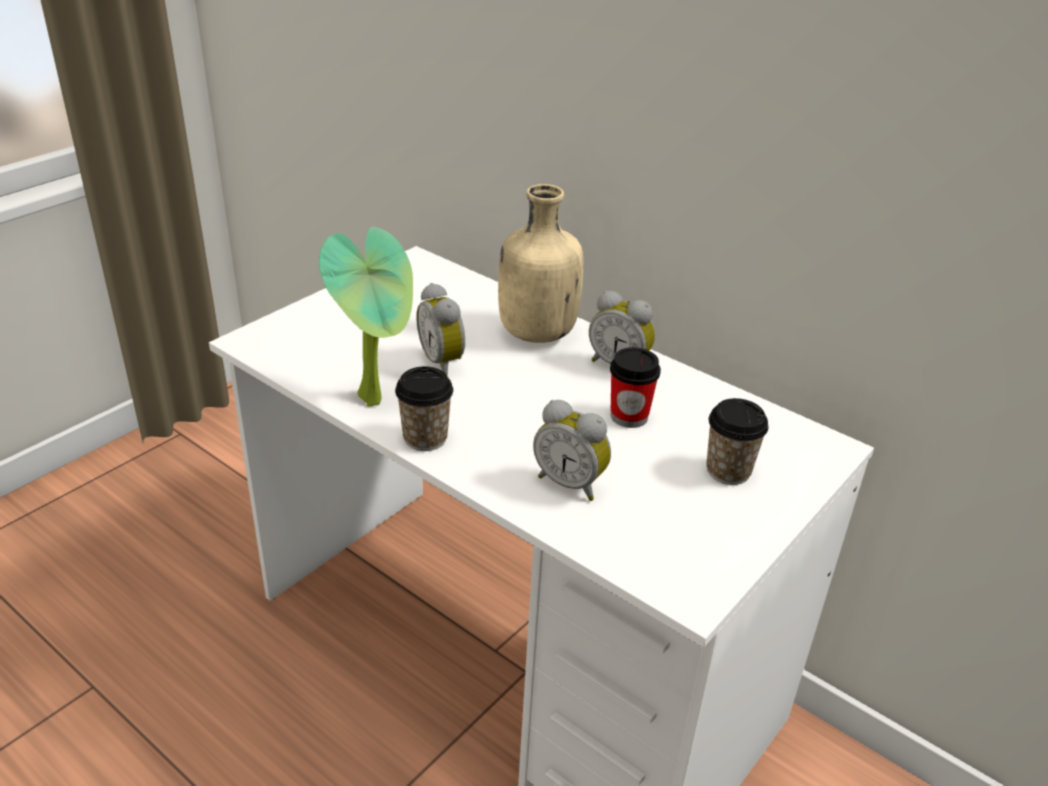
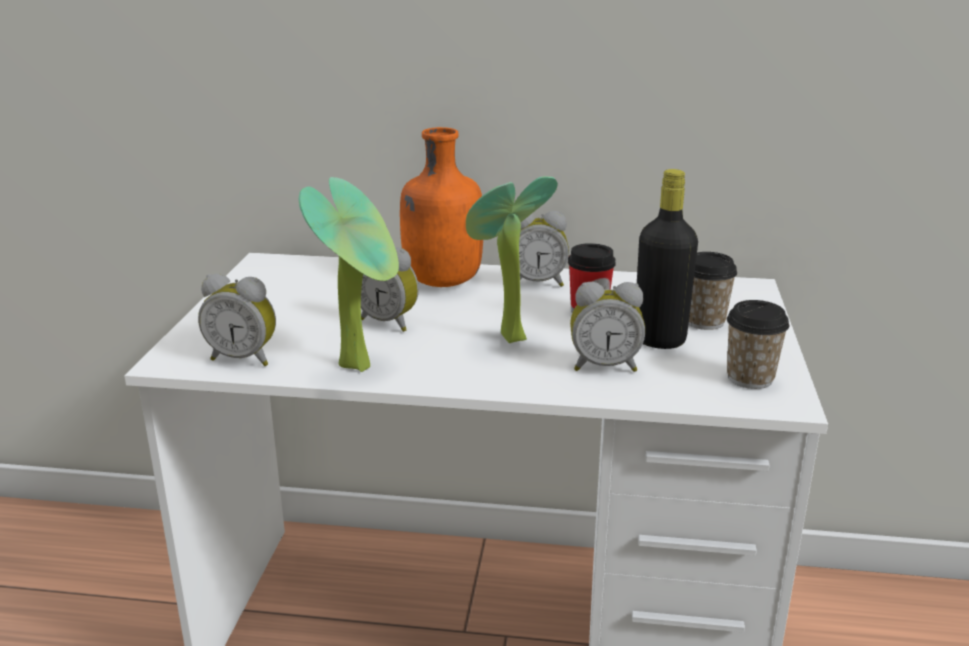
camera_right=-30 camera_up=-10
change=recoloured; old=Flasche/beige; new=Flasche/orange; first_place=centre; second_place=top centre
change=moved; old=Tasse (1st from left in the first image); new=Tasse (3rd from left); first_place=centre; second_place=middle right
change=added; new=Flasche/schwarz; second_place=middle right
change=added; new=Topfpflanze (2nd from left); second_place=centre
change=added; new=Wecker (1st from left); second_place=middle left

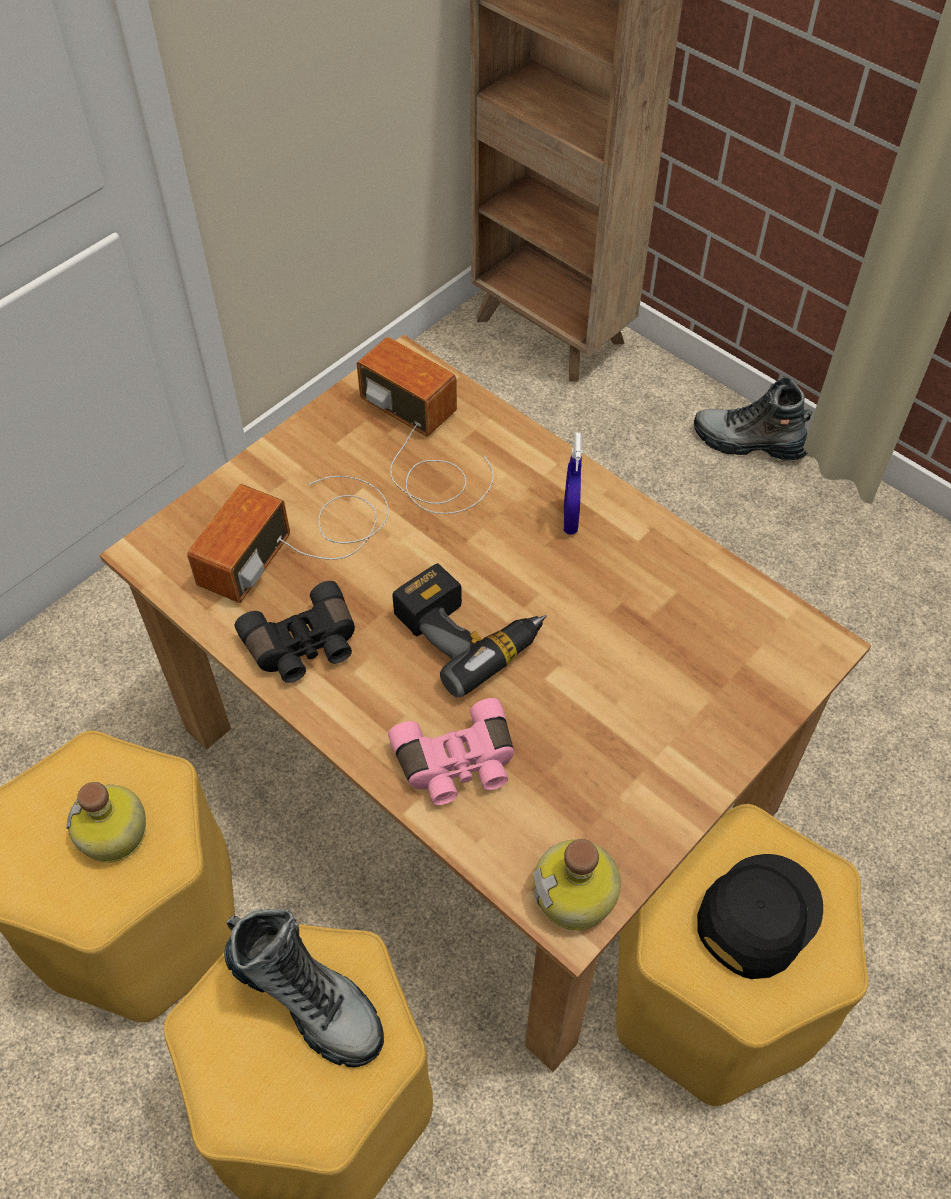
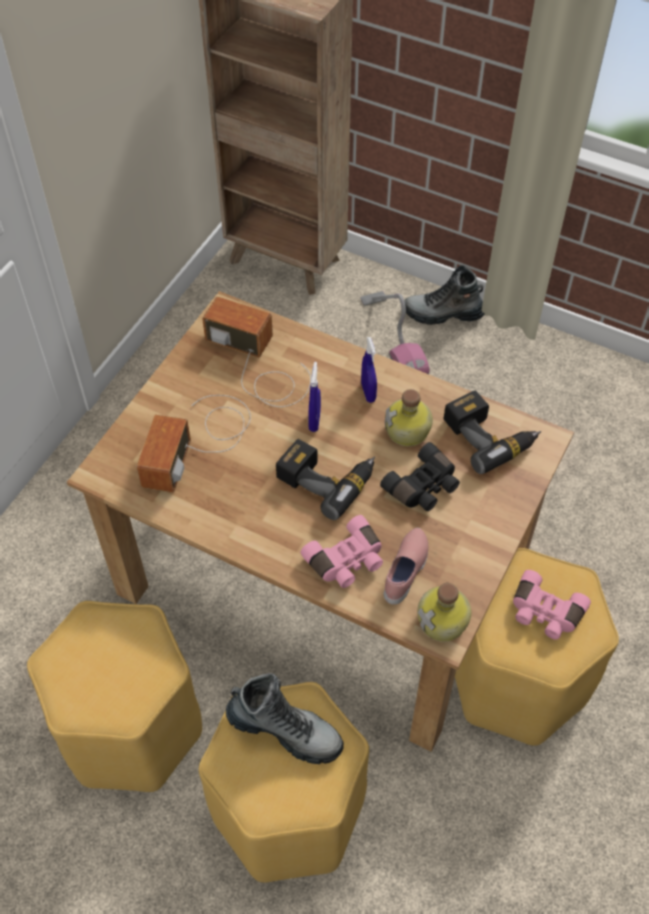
camera_right=-15 camera_up=0
change=moved; old=Fernglas/schwarz; first_place=middle left; second_place=centre
change=moved; old=Flasche (1st from left); first_place=bottom left; second_place=centre
change=replaced; old=Kappe/schwarz; new=Fernglas/rosa (2nd from left); first_place=bottom right; second_place=middle right
change=added; new=Staubsauger; second_place=centre
change=added; new=Sprühflasche/blau (1st from left); second_place=centre
change=added; new=Bohrmaschine (2nd from left); second_place=middle right
change=added; new=Schuh/rosa; second_place=centre

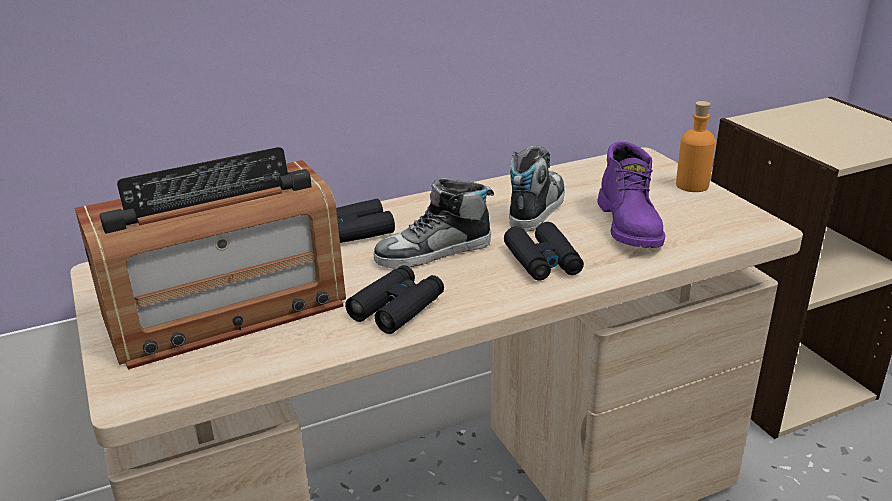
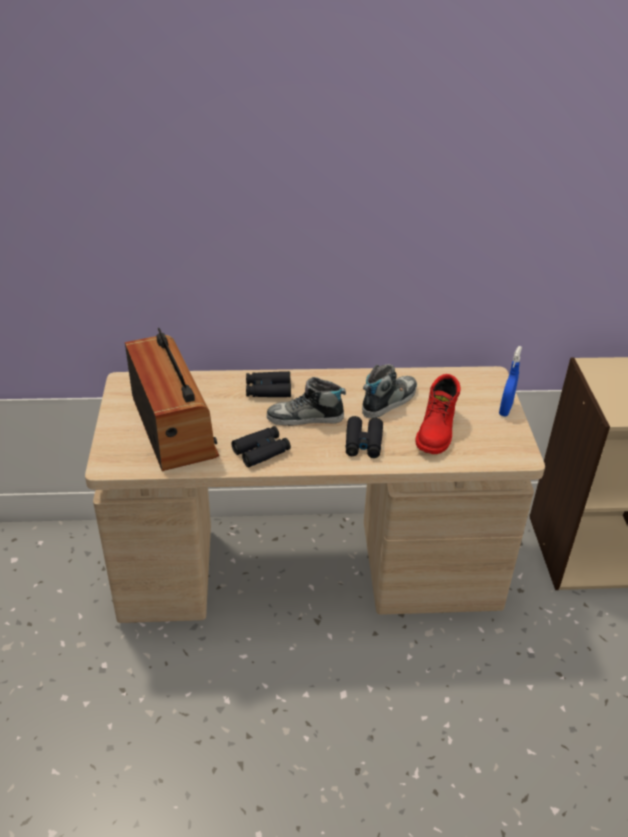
camera_right=20 camera_up=10
change=replaced; old=Flasche/orange; new=Sprühflasche/blau; first_place=top right; second_place=middle right
change=recoloured; old=Stiefel/lila; new=Stiefel/rot; first_place=middle right; second_place=middle right
change=turned; old=Radio; first_place=middle left; second_place=middle left; degrees=-105

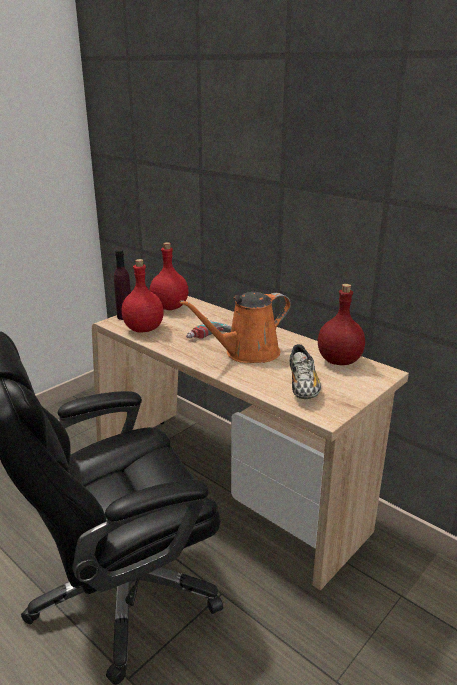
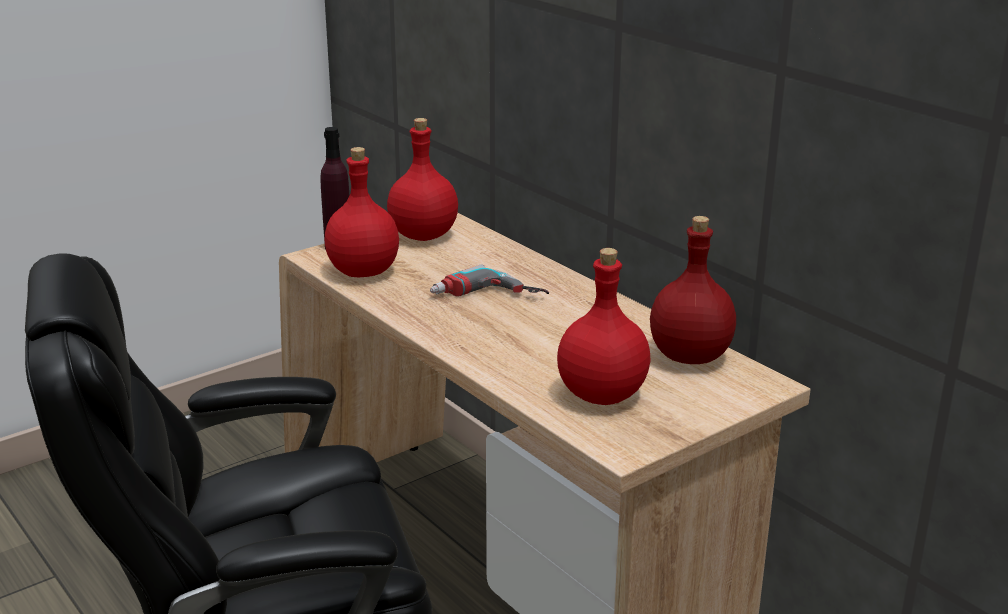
camera_right=10 camera_up=0
change=removed; old=Gießkanne/orange; first_place=centre
change=replaced; old=Schuh; new=Flasche/rot (3rd from left); first_place=middle right; second_place=centre

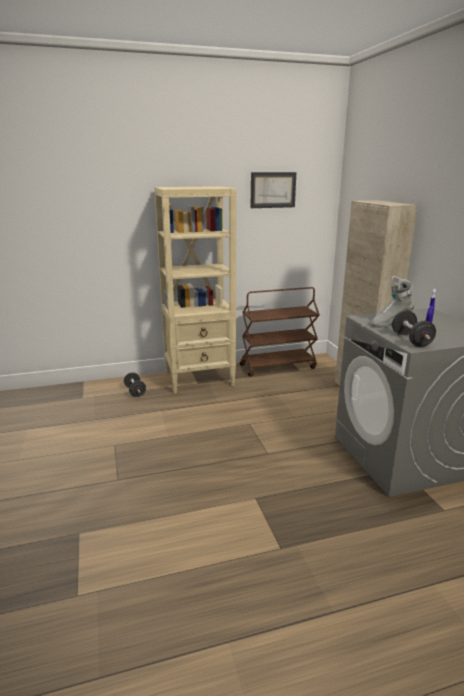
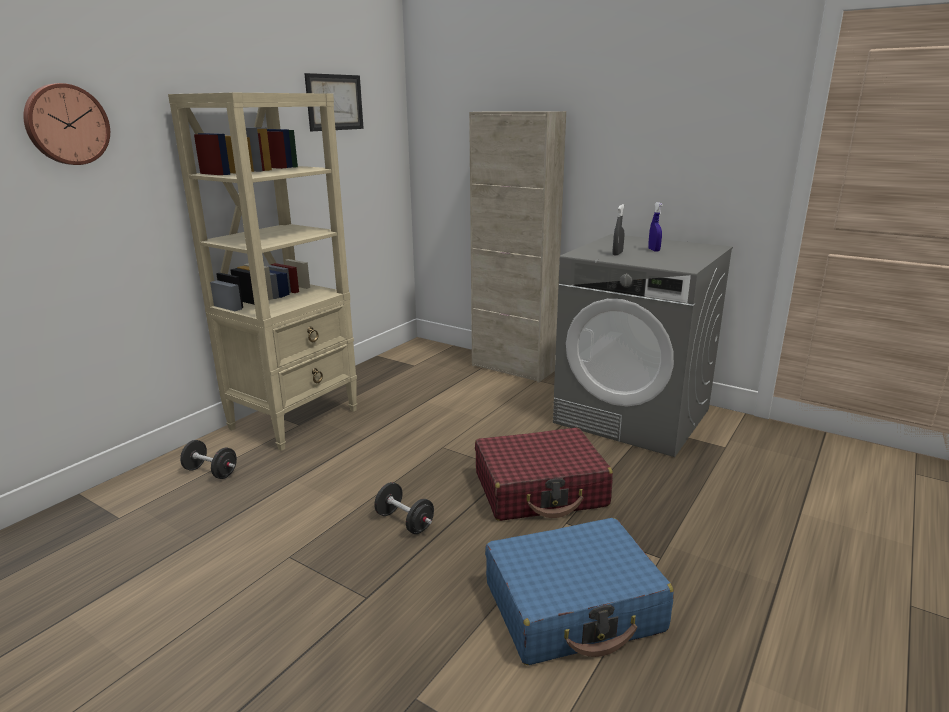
camera_right=-40 camera_up=0
change=replaced; old=Stiefel/grau; new=Sprühflasche/grau; first_place=middle right; second_place=top centre
change=removed; old=Rollwagen/braun; first_place=centre
change=moved; old=Hantel/schwarz (2nd from left); first_place=middle right; second_place=bottom centre
change=added; new=Wanduhr; second_place=top left
change=added; new=Koffer/rot; second_place=centre
change=added; new=Koffer/blau; second_place=bottom centre

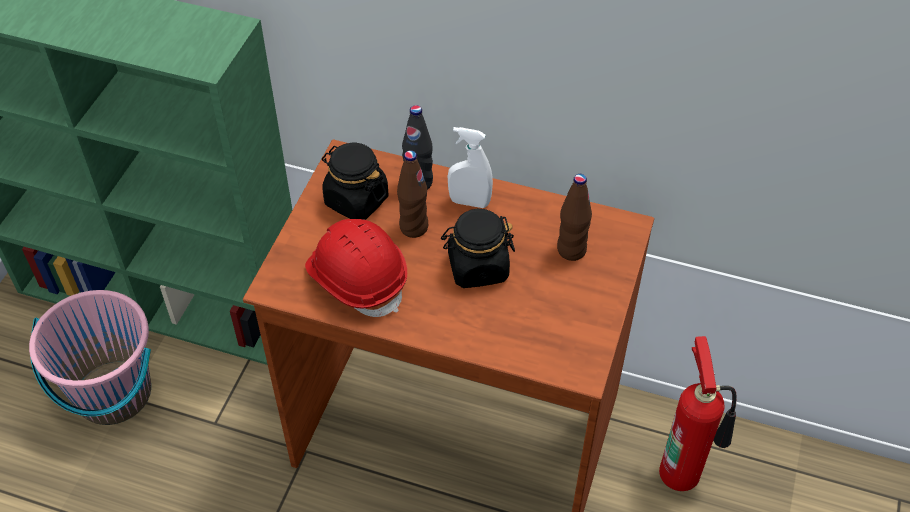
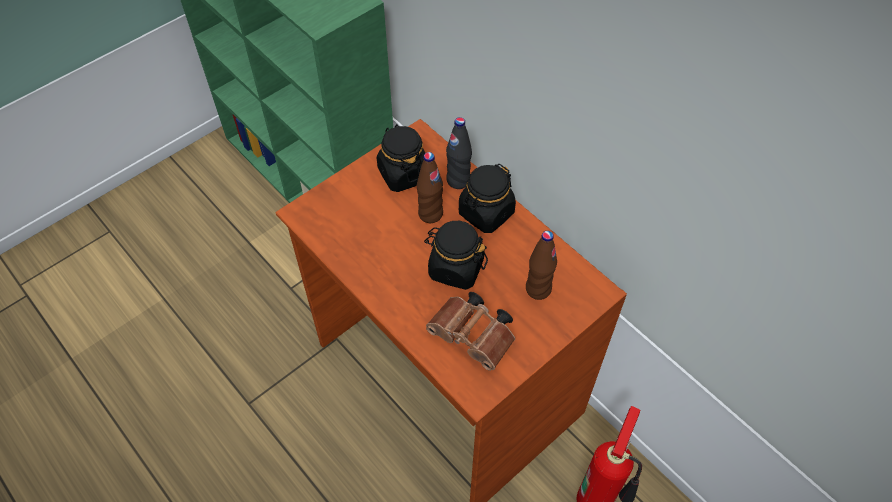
camera_right=30 camera_up=5
change=replaced; old=Sprühflasche/weiß; new=Vorratsglas/schwarz (3rd from left); first_place=top centre; second_place=centre
change=removed; old=Schutzhelm/rot; first_place=centre
change=removed; old=Eimer/rosa; first_place=bottom left
change=added; new=Fernglas/braun; second_place=centre

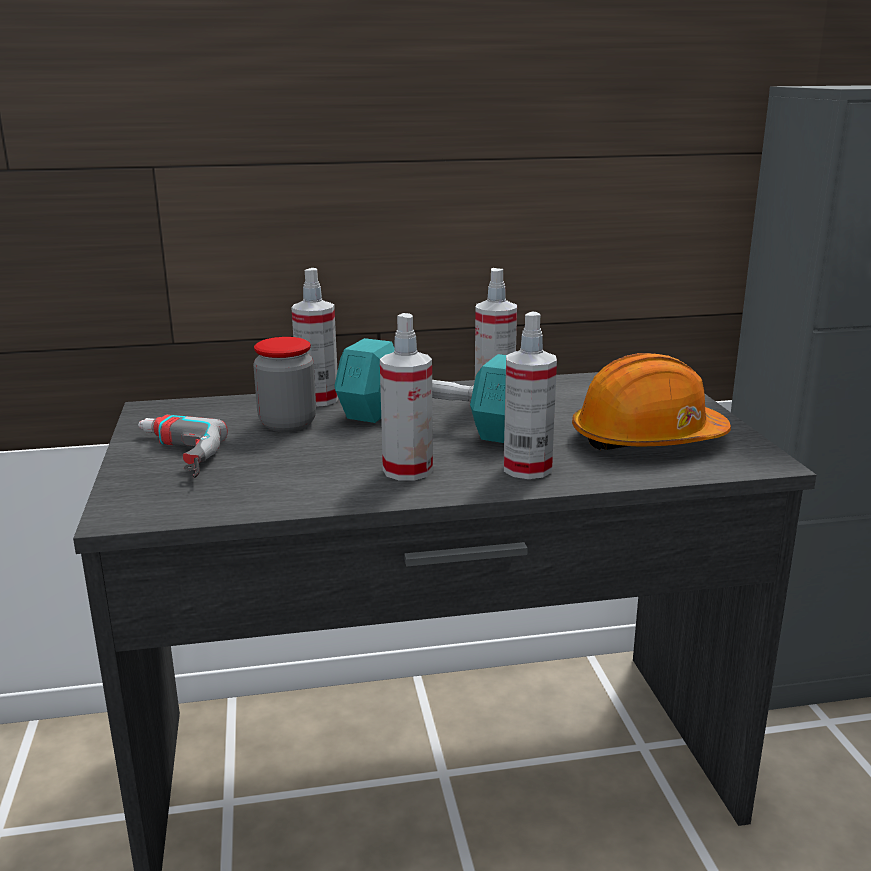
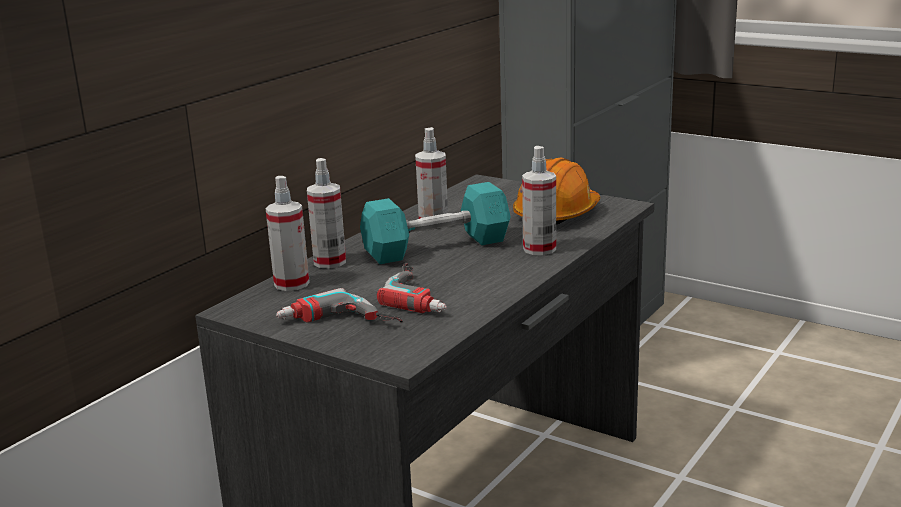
camera_right=-45 camera_up=0
change=moved; old=Sprühflasche (2nd from left in the first image); new=Sprühflasche (1st from left); first_place=centre; second_place=middle left
change=removed; old=Vorratsglas; first_place=middle left
change=added; new=Bohrmaschine (2nd from left); second_place=centre

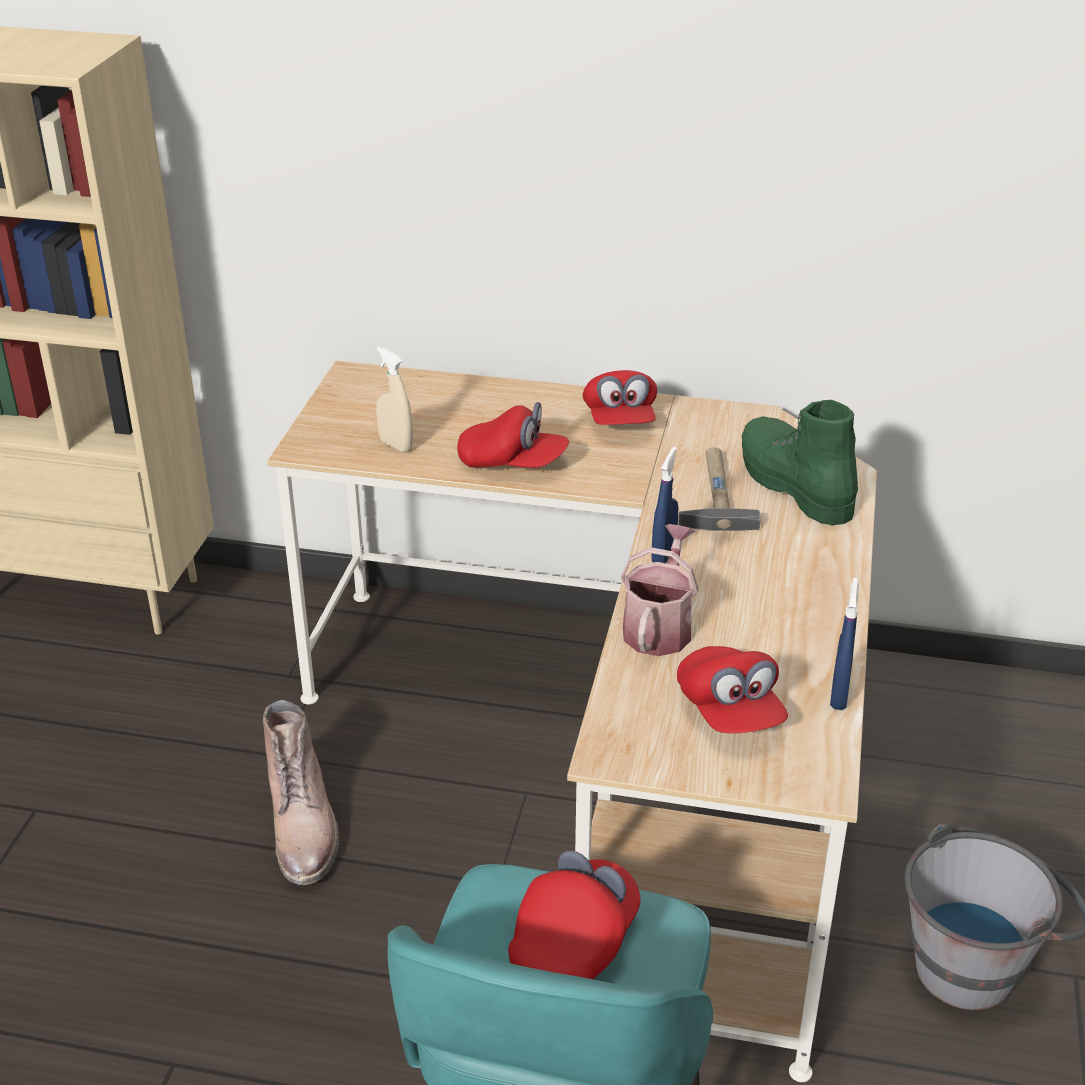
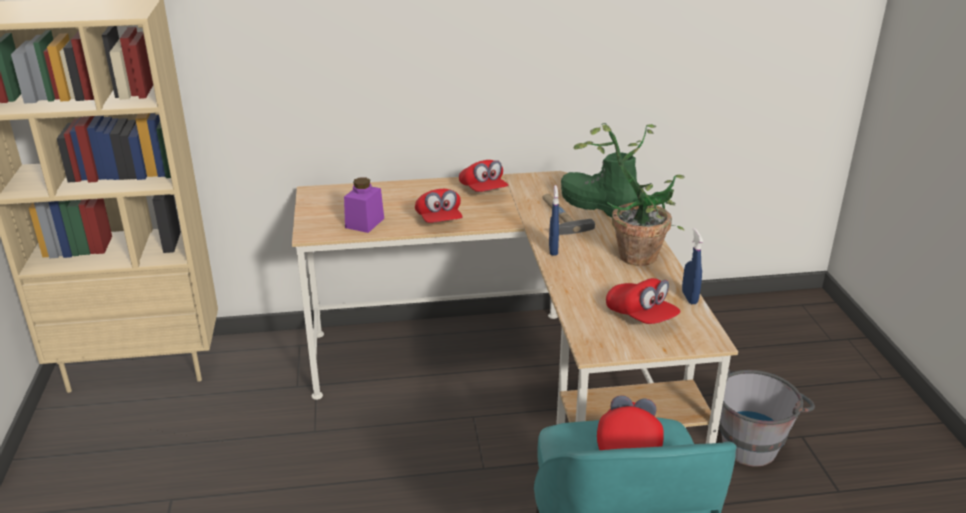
camera_right=-20 camera_up=-5
change=replaced; old=Sprühflasche/beige; new=Vorratsglas/lila; first_place=centre; second_place=centre
change=turned; old=Kappe/rot (1st from left); first_place=centre; second_place=centre; degrees=75
change=removed; old=Gießkanne; first_place=centre
change=removed; old=Stiefel/braun; first_place=bottom left
change=added; new=Topfpflanze; second_place=centre

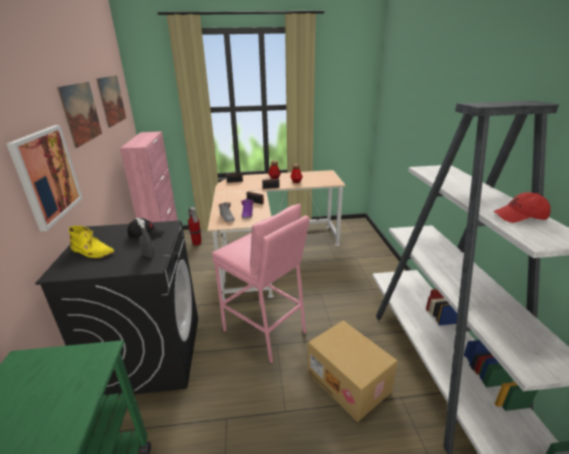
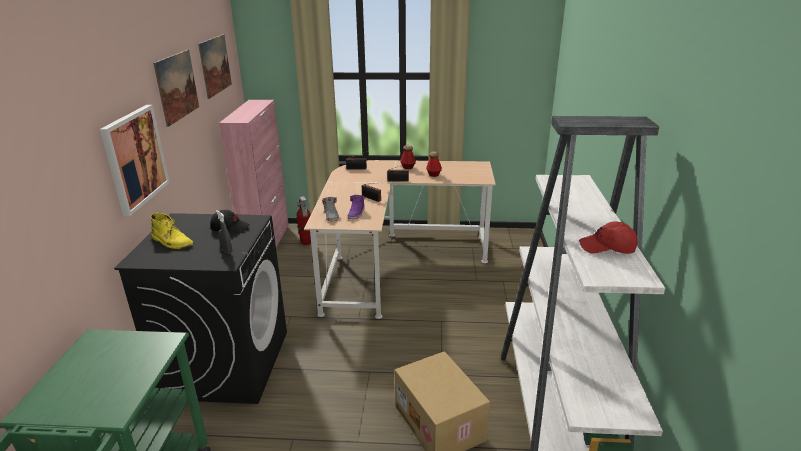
camera_right=10 camera_up=0
change=removed; old=Hocker/rosa; first_place=centre

